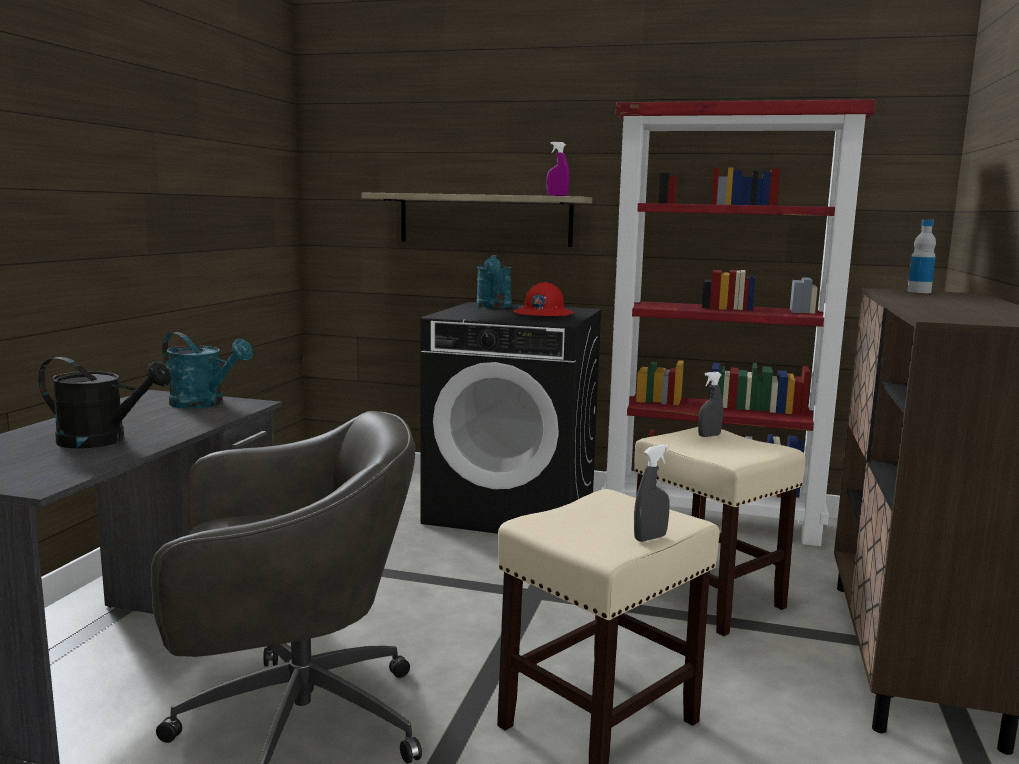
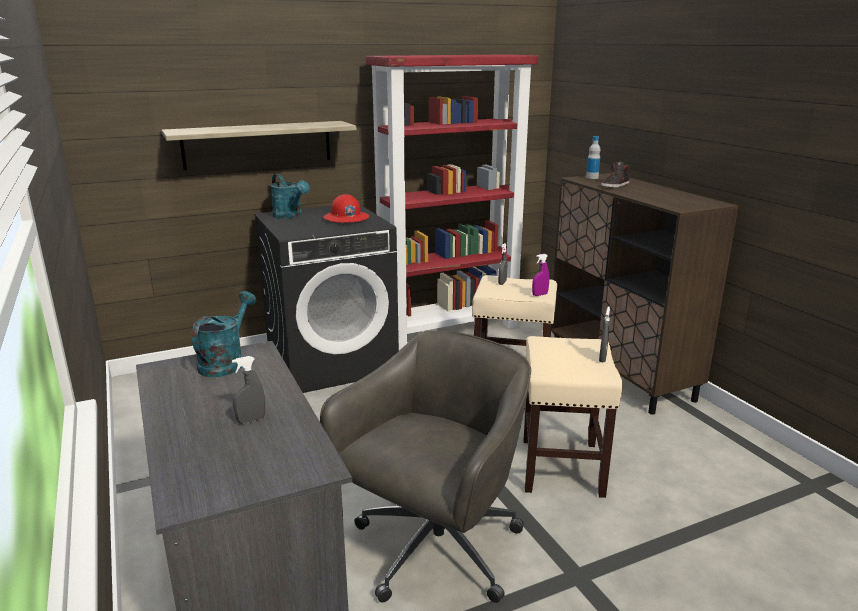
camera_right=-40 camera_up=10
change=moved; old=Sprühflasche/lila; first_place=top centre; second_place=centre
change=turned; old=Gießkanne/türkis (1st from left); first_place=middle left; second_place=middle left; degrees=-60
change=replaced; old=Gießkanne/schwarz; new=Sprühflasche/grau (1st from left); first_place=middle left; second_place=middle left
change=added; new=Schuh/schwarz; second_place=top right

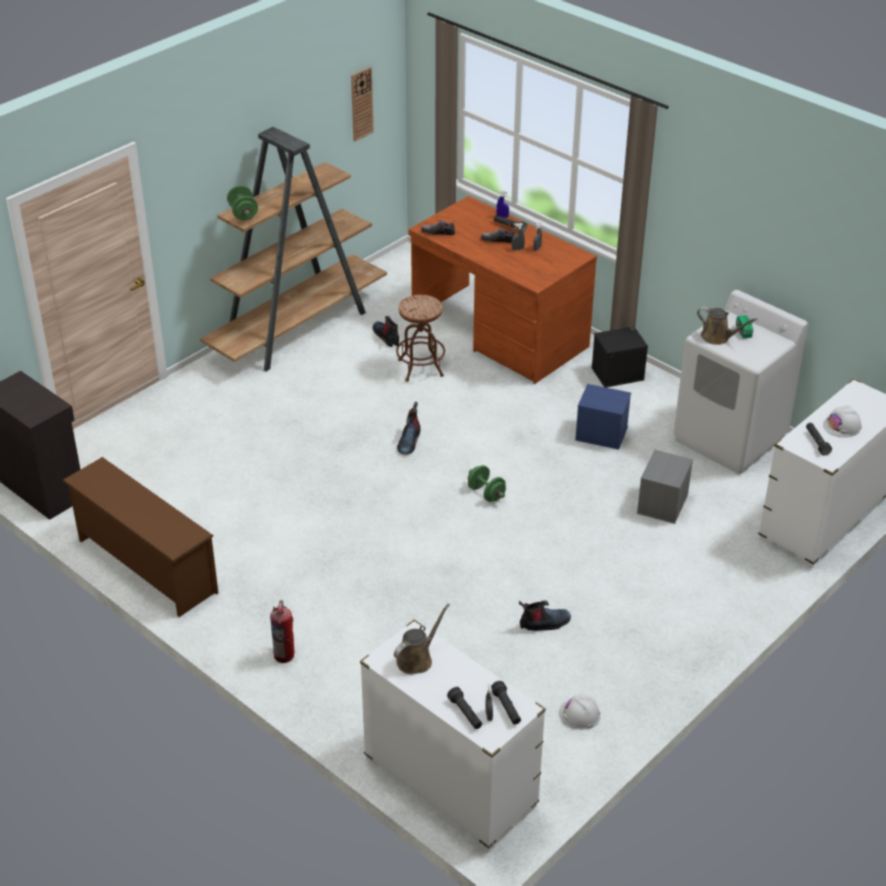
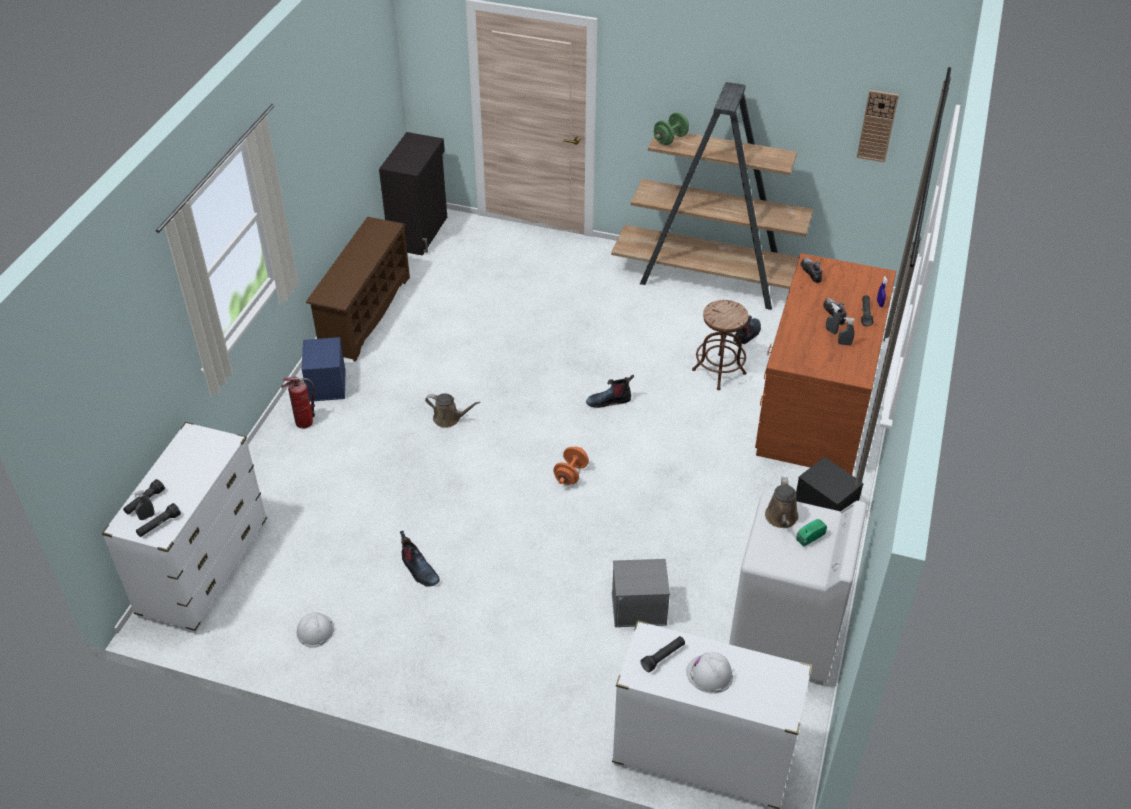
camera_right=65 camera_up=5
change=moved; old=Aufbewahrungsbox/blau; first_place=middle right; second_place=middle left
change=recoloured; old=Hantel/grün (2nd from left); new=Hantel/orange; first_place=centre; second_place=centre
change=moved; old=Gießkanne/braun (1st from left); first_place=bottom centre; second_place=centre

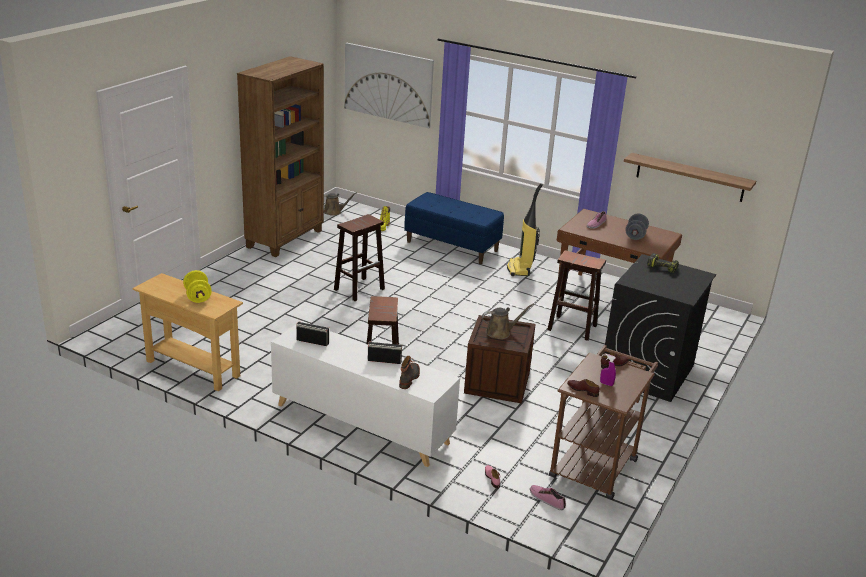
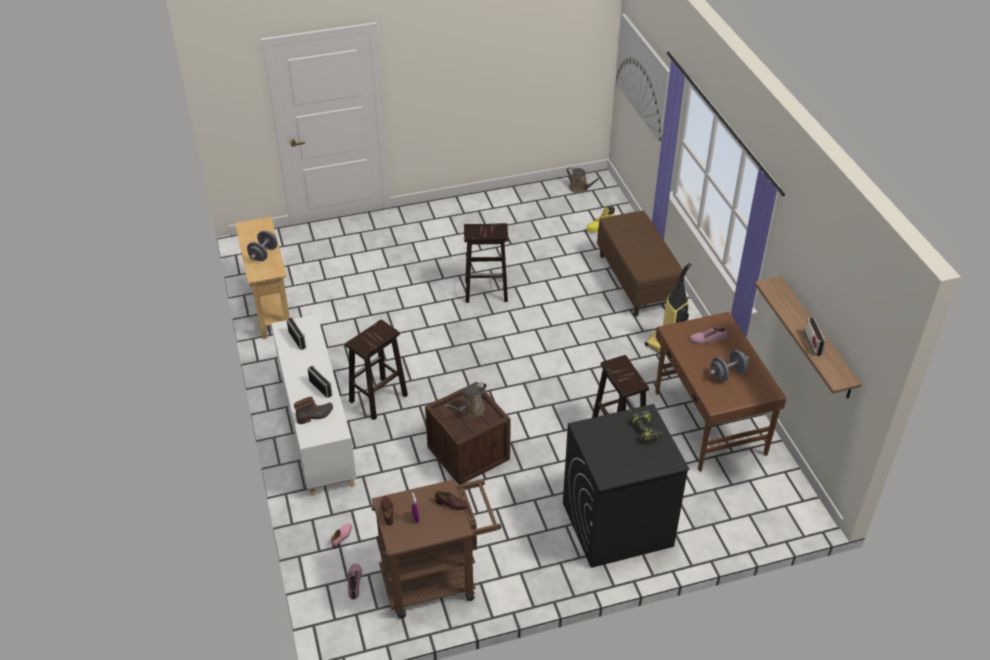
camera_right=45 camera_up=15
change=removed; old=Bücherregal/braun; first_place=top left
change=recoloured; old=Bank/blau; new=Bank/braun; first_place=centre; second_place=centre
change=recoloured; old=Hantel/gelb; new=Hantel/grau (1st from left); first_place=middle left; second_place=middle left
change=turned; old=Gießkanne/braun (2nd from left in the first image); first_place=centre; second_place=centre; degrees=105
change=added; new=Radio (3rd from left); second_place=middle right

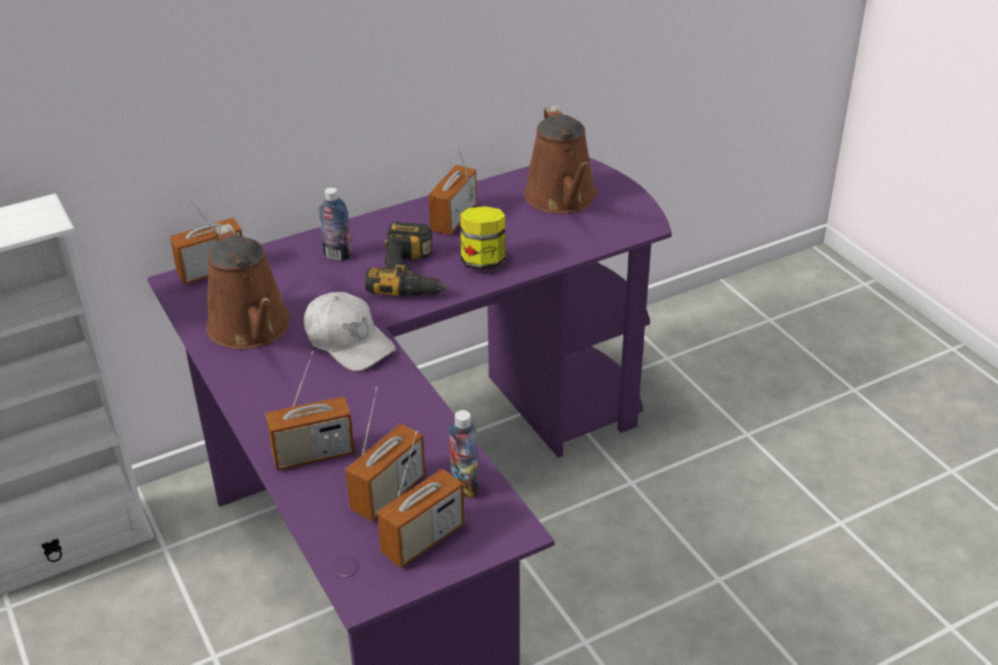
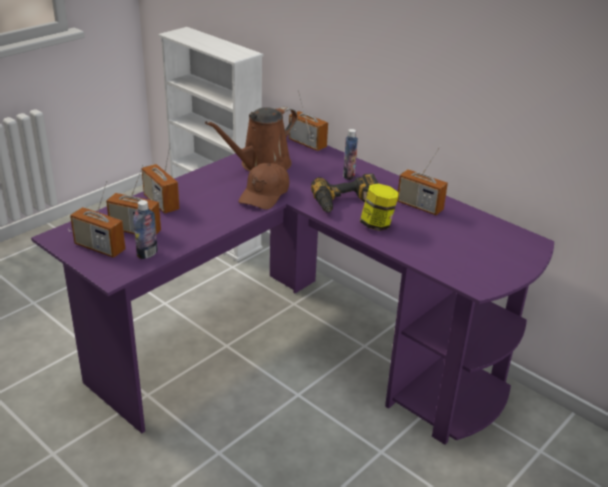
camera_right=70 camera_up=-5
change=removed; old=Gießkanne/braun (2nd from left); first_place=top centre
change=turned; old=Radio (5th from left); first_place=top centre; second_place=middle right; degrees=-150
change=recoloured; old=Kappe/weiß; new=Kappe/braun; first_place=centre; second_place=centre

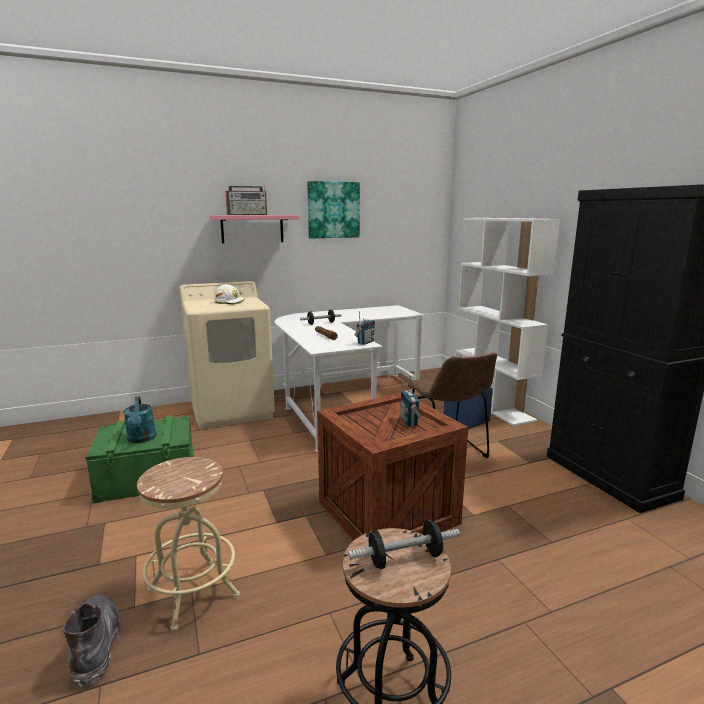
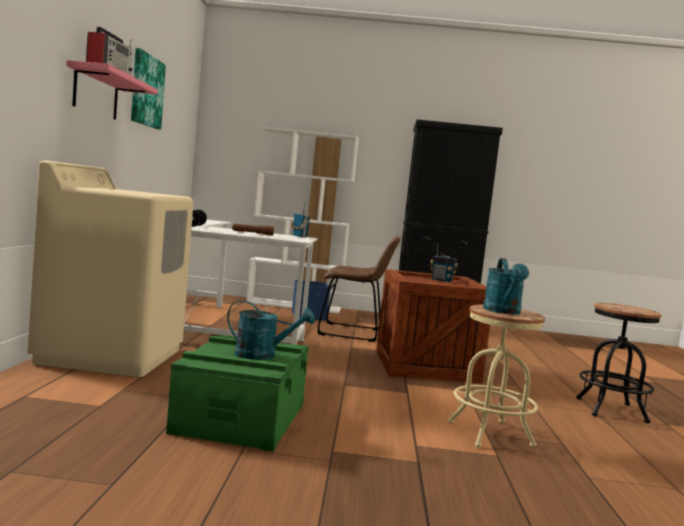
camera_right=-65 camera_up=-10
change=removed; old=Schutzhelm/weiß; first_place=middle left
change=removed; old=Hantel (2nd from left); first_place=bottom centre
change=removed; old=Stiefel/grau; first_place=bottom left
change=added; new=Gießkanne/türkis (2nd from left); second_place=middle right

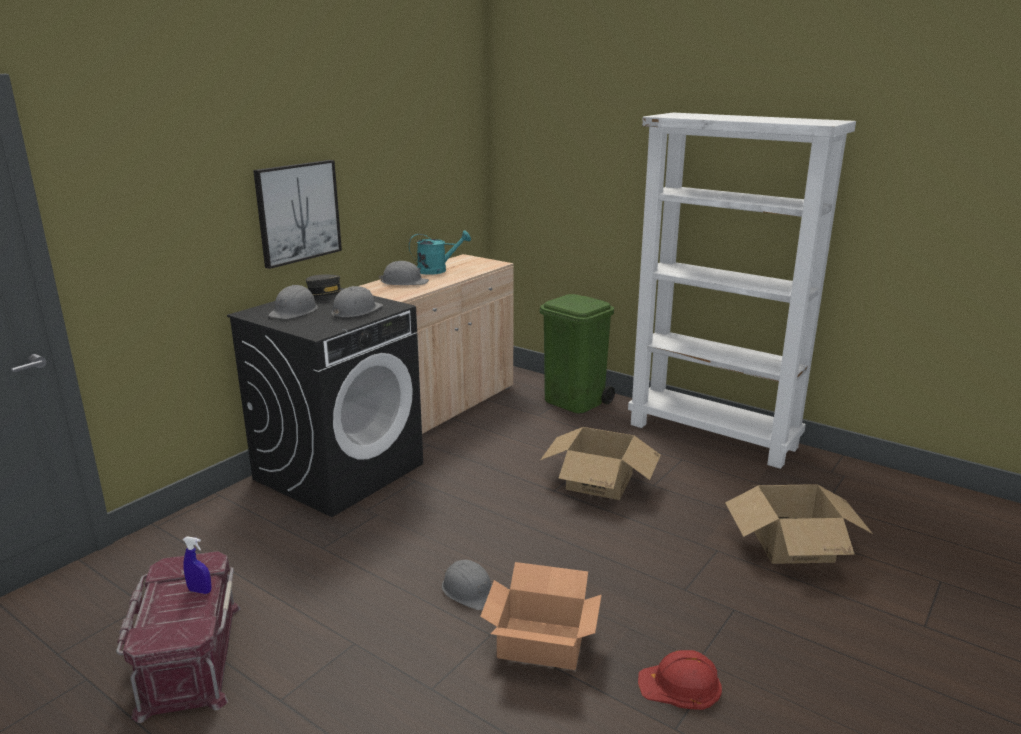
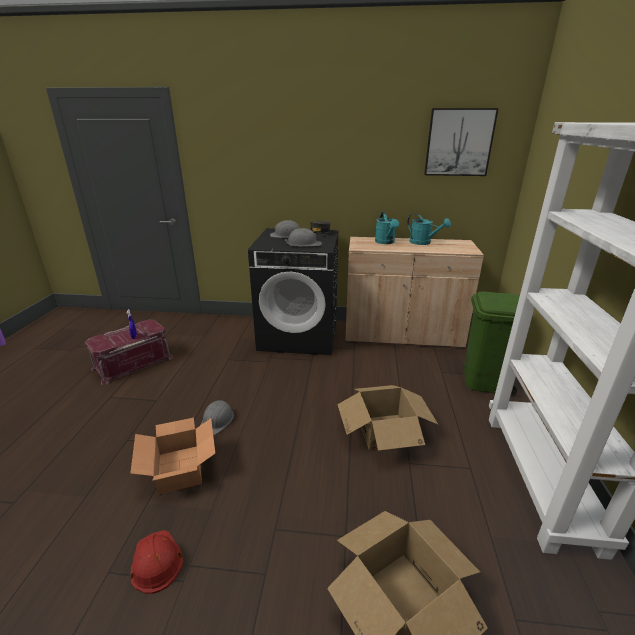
camera_right=60 camera_up=5
change=moved; old=Bild; first_place=top left; second_place=top right
change=replaced; old=Schutzhelm/grau (3rd from left); new=Gießkanne/türkis (1st from left); first_place=centre; second_place=centre

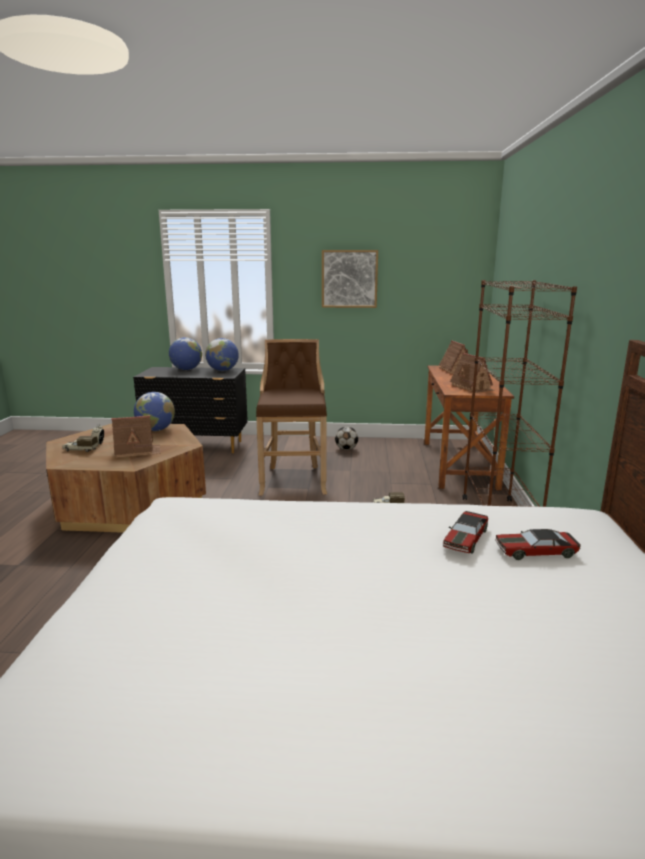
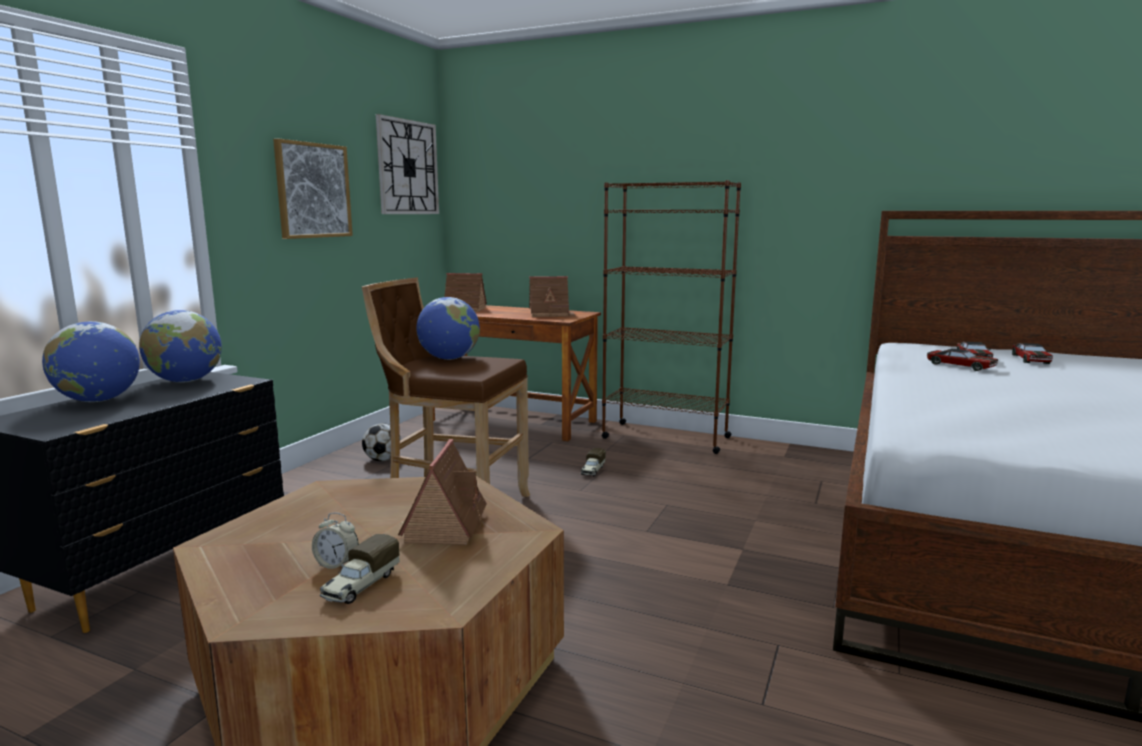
camera_right=-70 camera_up=-5
change=moved; old=Globus (1st from left in the first image); new=Globus (3rd from left); first_place=middle left; second_place=centre
change=added; new=Wanduhr; second_place=top centre
change=added; new=Spielzeugauto (3rd from left); second_place=middle right

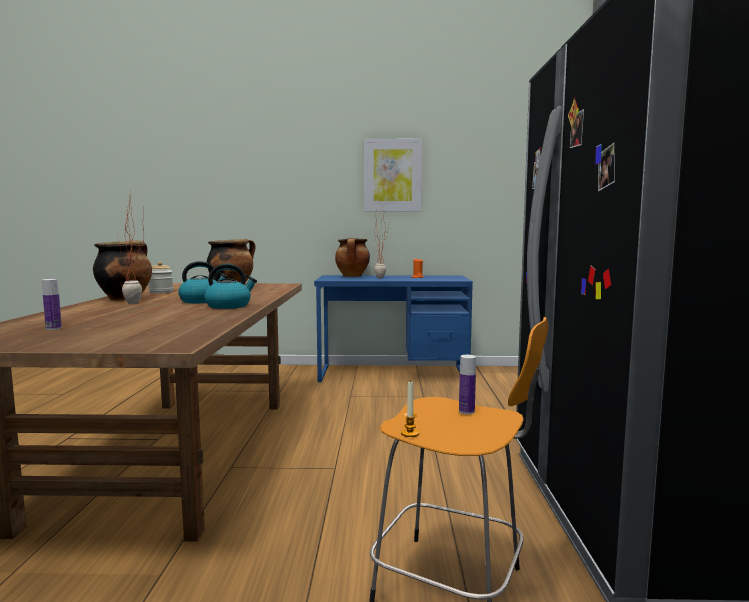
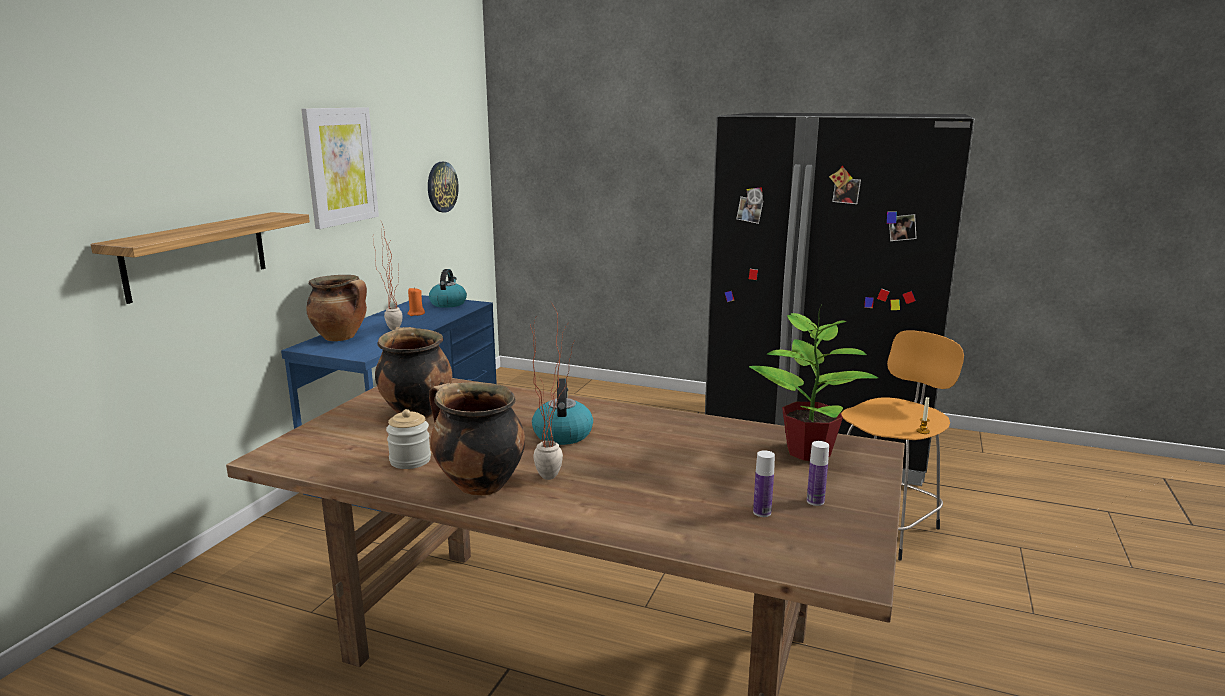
camera_right=-70 camera_up=10
change=moved; old=Wasserkessel (2nd from left in the first image); new=Wasserkessel (1st from left); first_place=middle left; second_place=centre
change=moved; old=Flasche (2nd from left); first_place=centre; second_place=bottom right
change=added; new=Wanduhr; second_place=top centre
change=added; new=Wandregal; second_place=middle left
change=added; new=Topfpflanze (3rd from left); second_place=centre

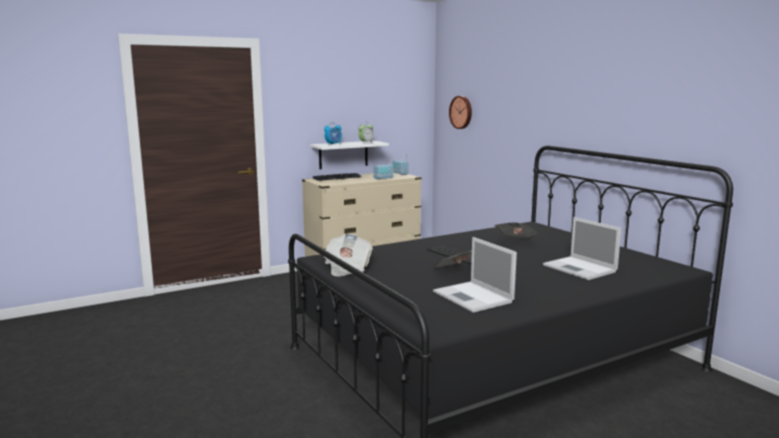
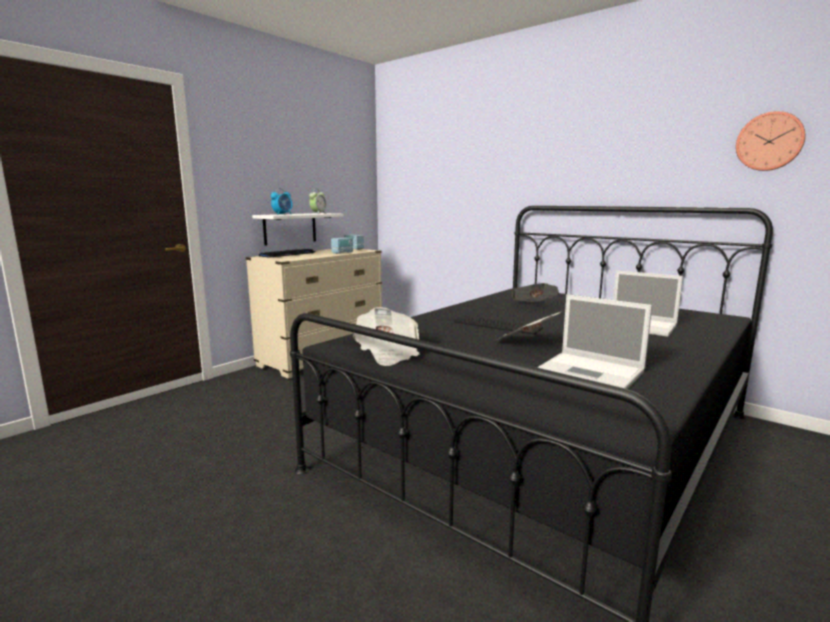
camera_right=-20 camera_up=0
change=moved; old=Wanduhr; first_place=top centre; second_place=top right

